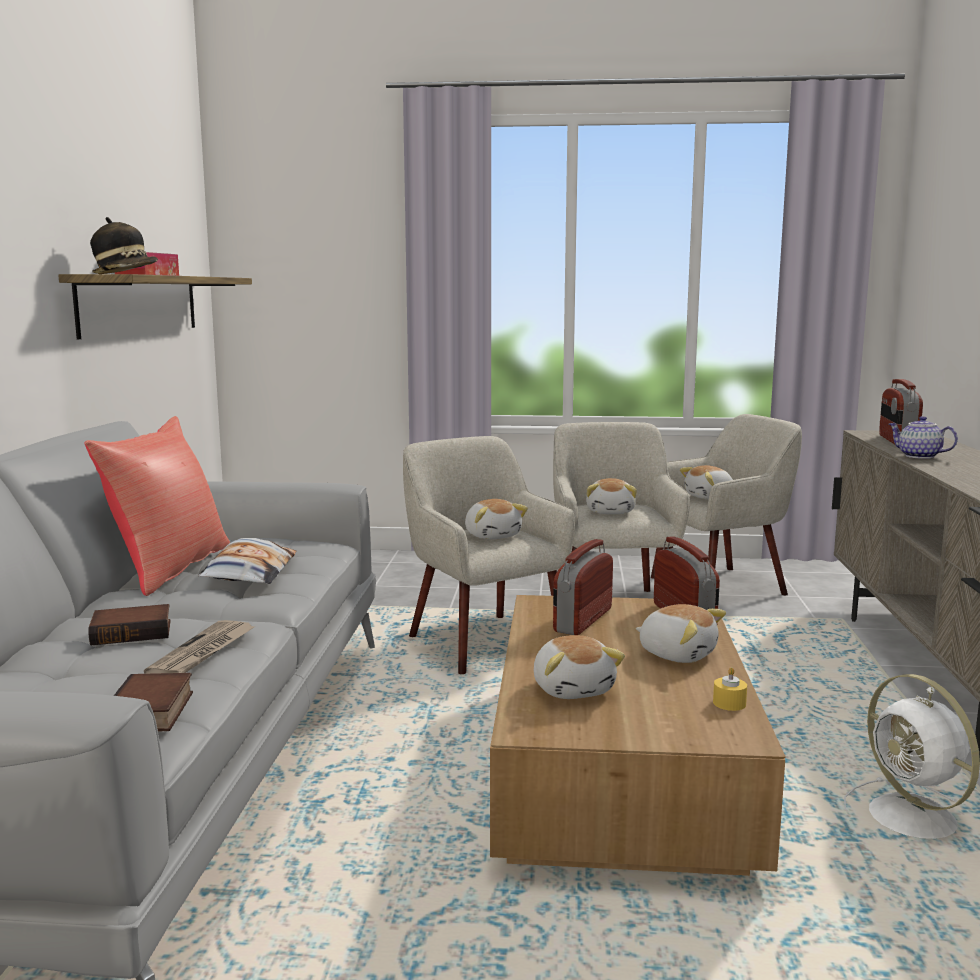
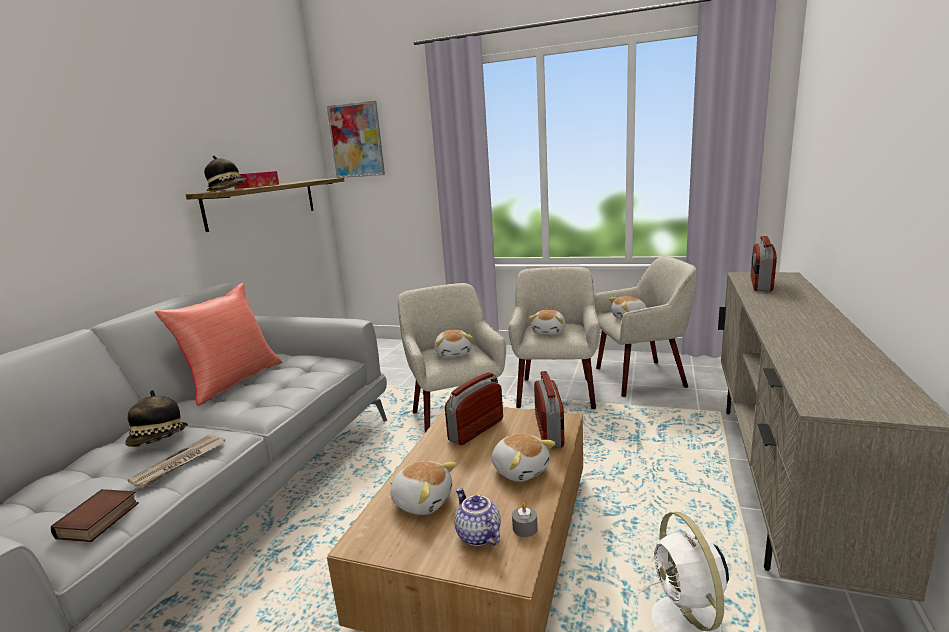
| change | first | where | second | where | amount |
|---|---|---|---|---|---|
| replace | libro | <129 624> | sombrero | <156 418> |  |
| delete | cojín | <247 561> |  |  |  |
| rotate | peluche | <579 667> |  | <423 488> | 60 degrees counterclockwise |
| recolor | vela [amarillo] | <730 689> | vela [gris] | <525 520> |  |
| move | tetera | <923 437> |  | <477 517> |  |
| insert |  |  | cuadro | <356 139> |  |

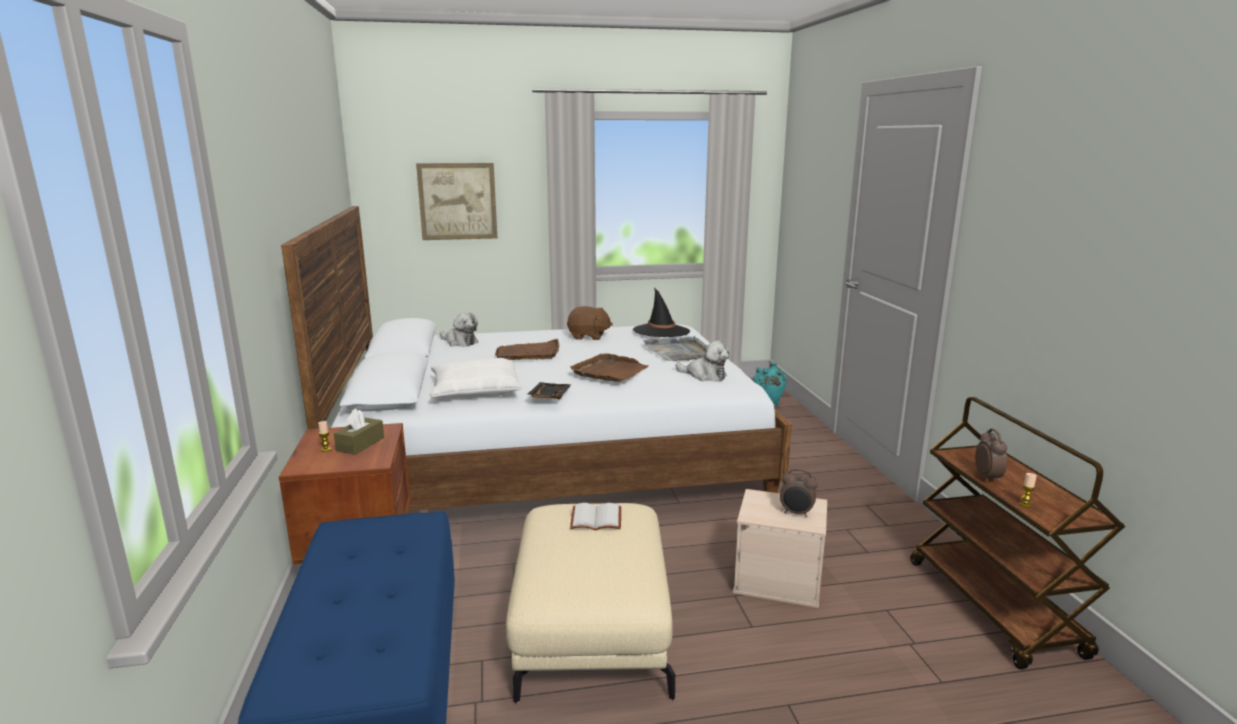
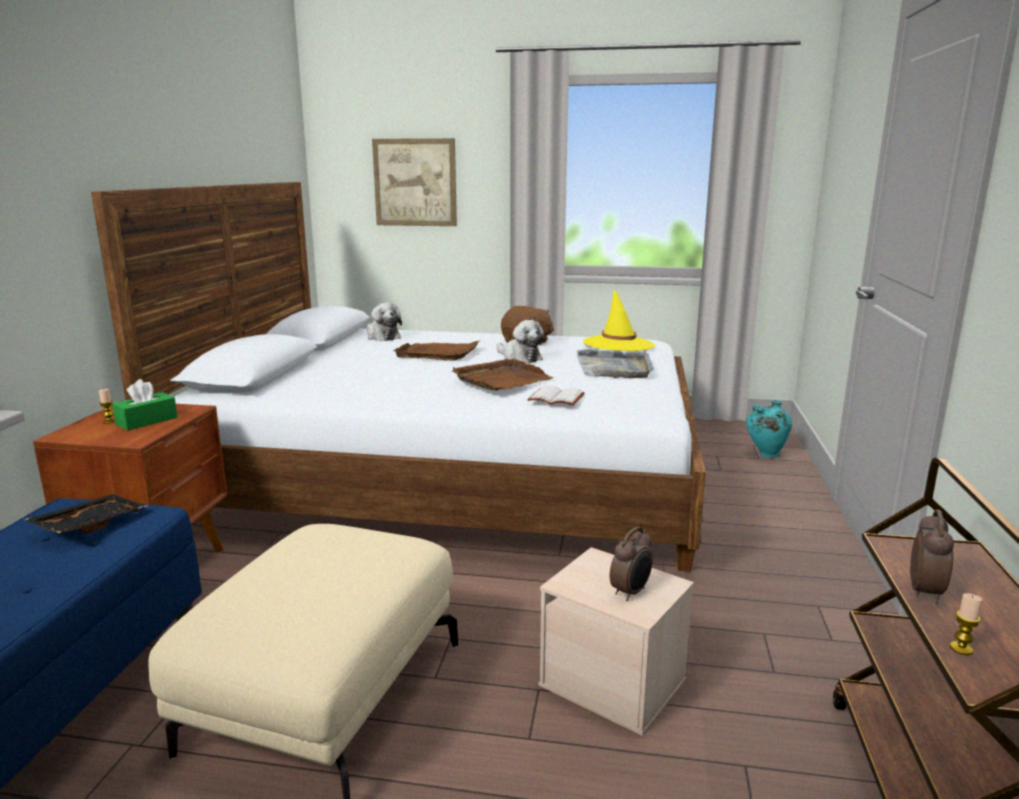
| change | first | where | second | where | amount |
|---|---|---|---|---|---|
| recolor | caja de pañuelos [marrón] | <359 431> | caja de pañuelos [verde] | <145 404> |  |
| delete | cojín [blanco] | <475 377> |  |  |  |
| move | bandeja [negro] | <549 391> |  | <85 514> |  |
| move | libro [blanco] | <595 516> |  | <556 395> |  |
| recolor | sombrero [negro] | <661 312> | sombrero [amarillo] | <619 320> |  |
| move | peluche | <702 360> |  | <520 341> |  |
| rotate | despertador | <799 493> |  | <631 564> | 90 degrees counterclockwise |

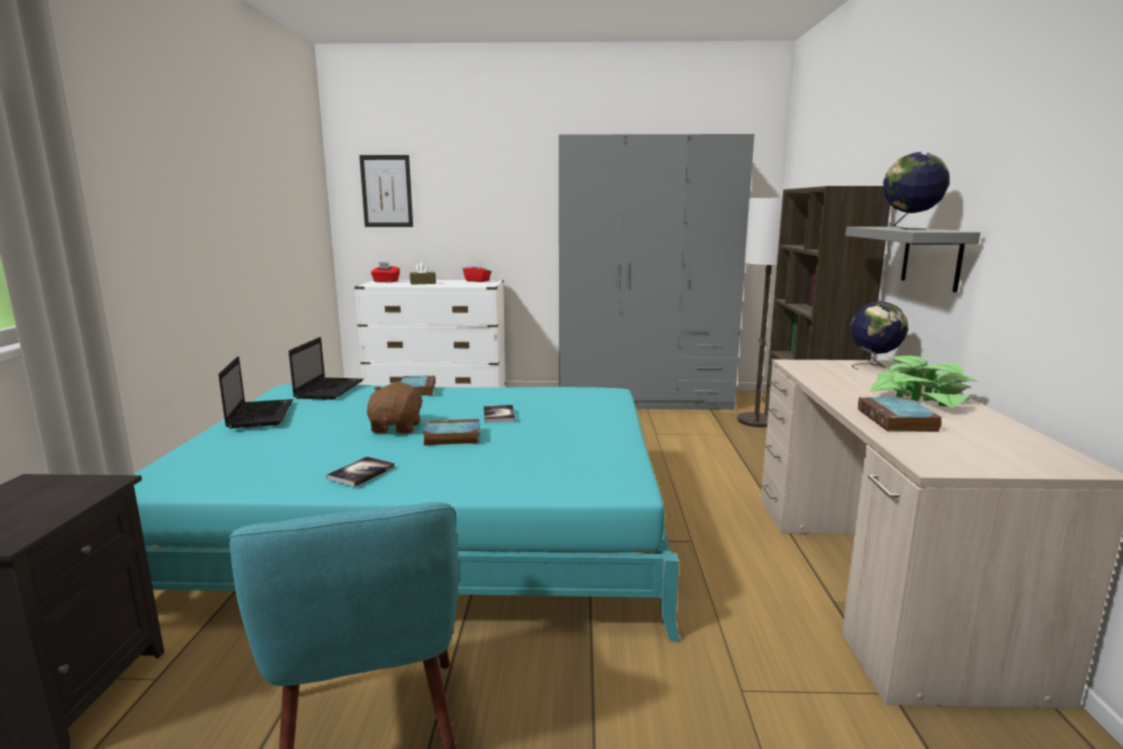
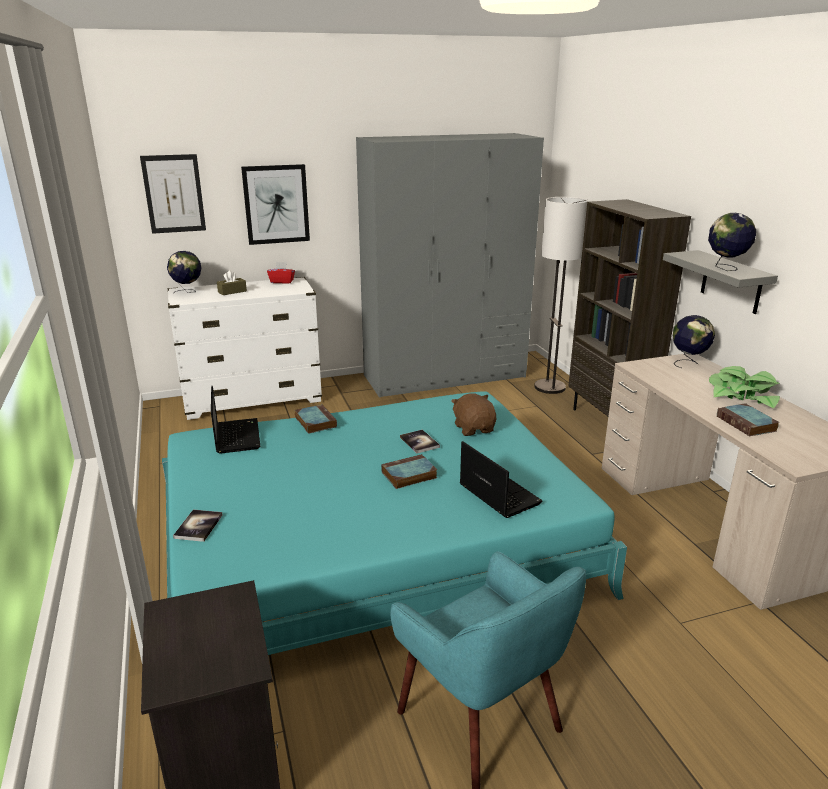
| change | first | where | second | where | amount |
|---|---|---|---|---|---|
| move | portátil | <255 392> |  | <501 479> |  |
| move | libro | <360 472> |  | <198 525> |  |
| move | peluche [marrón] | <395 408> |  | <473 414> |  |
| replace | caja de pañuelos [rojo] | <385 272> | globo terráqueo | <184 272> |  |
| insert |  |  | cuadro | <275 204> |  |

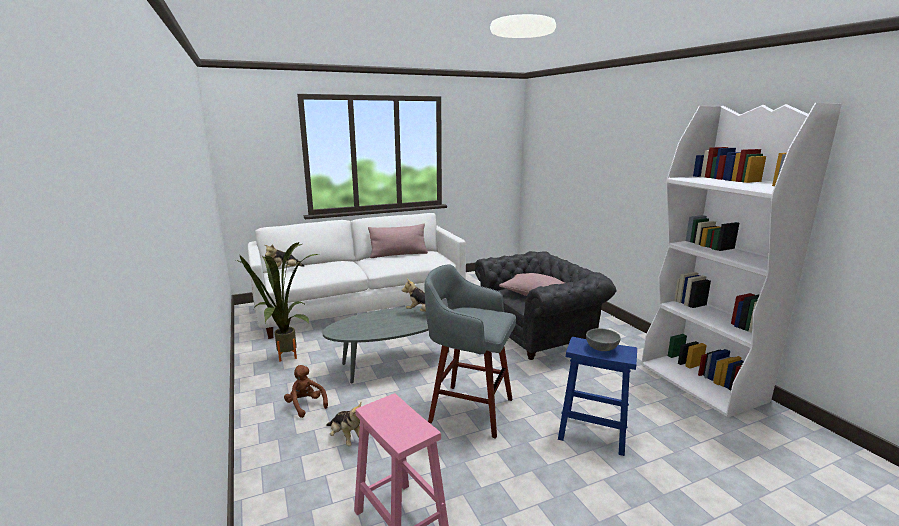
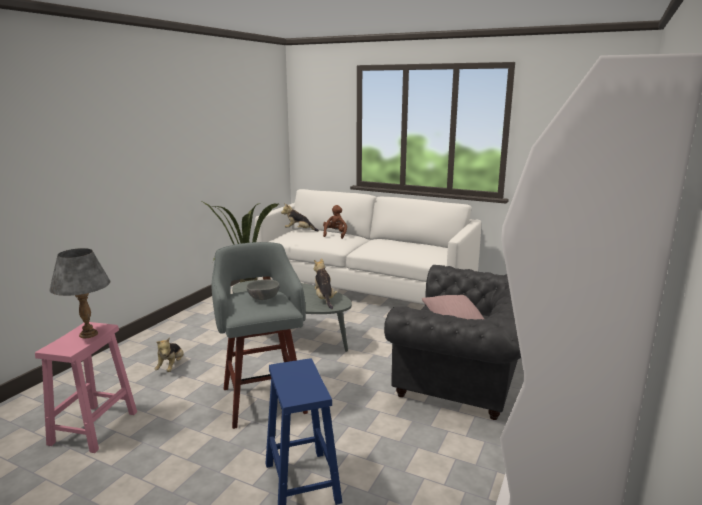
| change | first | where | second | where | amount |
|---|---|---|---|---|---|
| move | peluche [marrón] | <306 391> |  | <335 222> |  |
| delete | cojín [rosa] | <398 240> |  |  |  |
| move | cuenco [gris] | <603 339> |  | <262 290> |  |
| insert |  |  | lámpara de mesa [gris] | <80 293> |  |

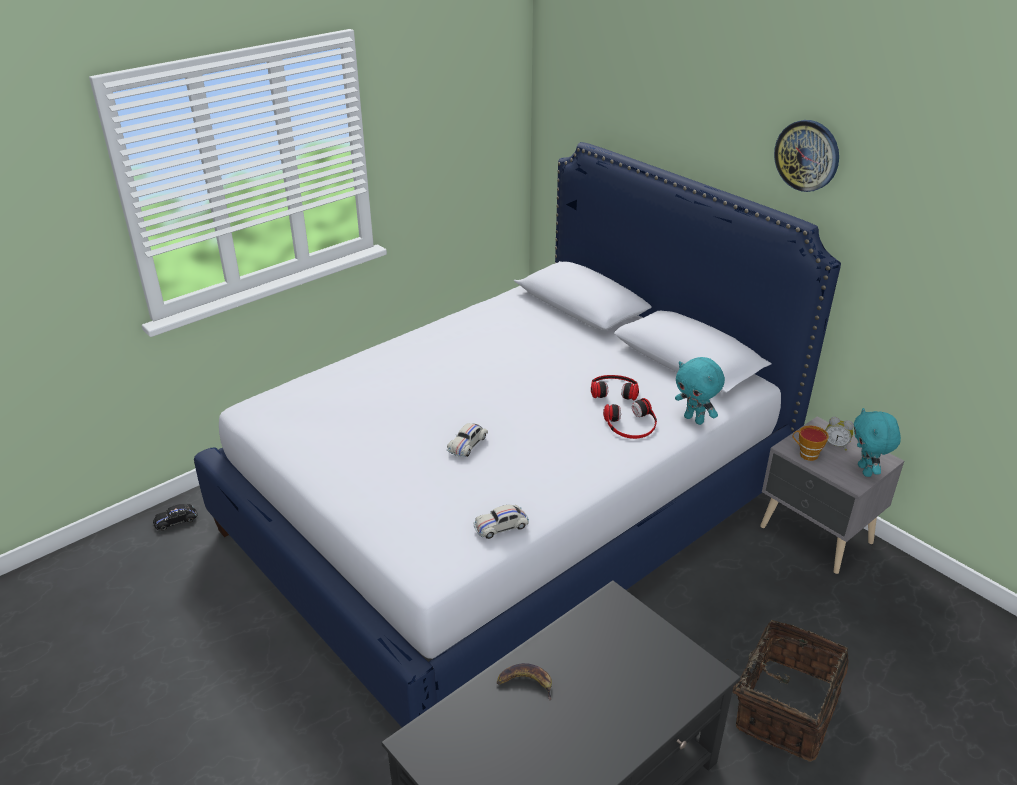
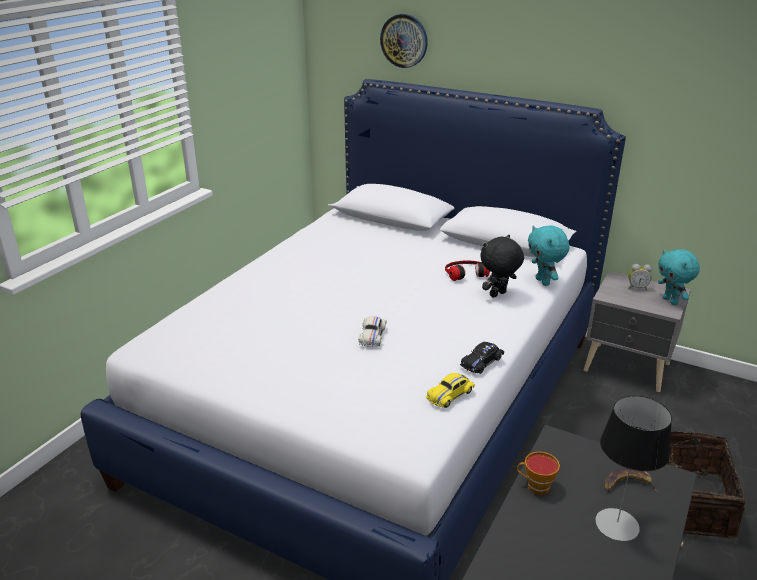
| change | first | where | second | where | amount |
|---|---|---|---|---|---|
| move | coche de juguete [negro] | <175 517> |  | <482 358> |  |
| recolor | coche de juguete [blanco] | <501 522> | coche de juguete [amarillo] | <450 390> |  |
| move | plátano | <524 682> |  | <632 479> |  |
| replace | auriculares | <630 418> | peluche [negro] | <502 266> |  |
| rotate | peluche [turquesa] | <700 391> |  | <549 255> | 45 degrees clockwise |
| move | reloj de pared | <806 156> |  | <404 41> |  |
| move | taza | <811 443> |  | <538 473> |  |
| insert |  |  | lámpara de mesa | <633 468> |  |

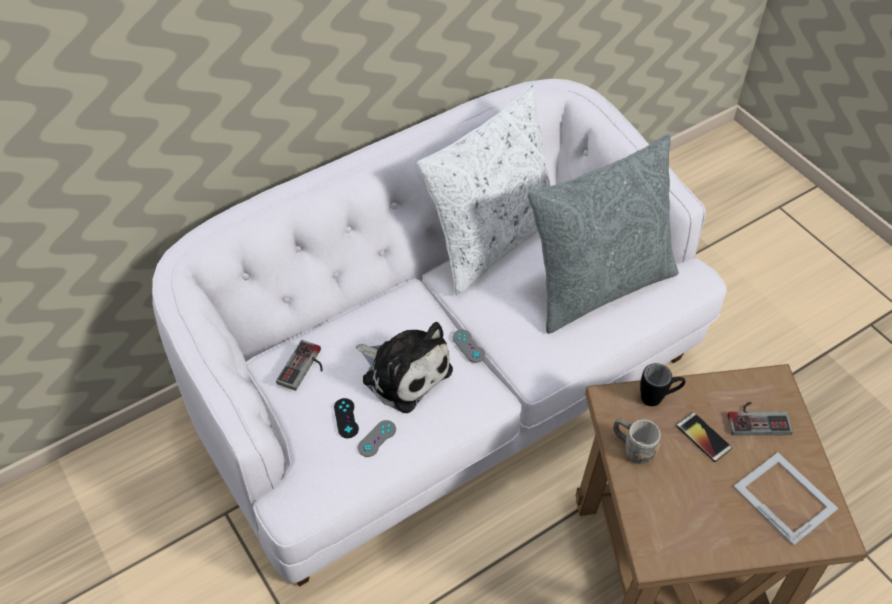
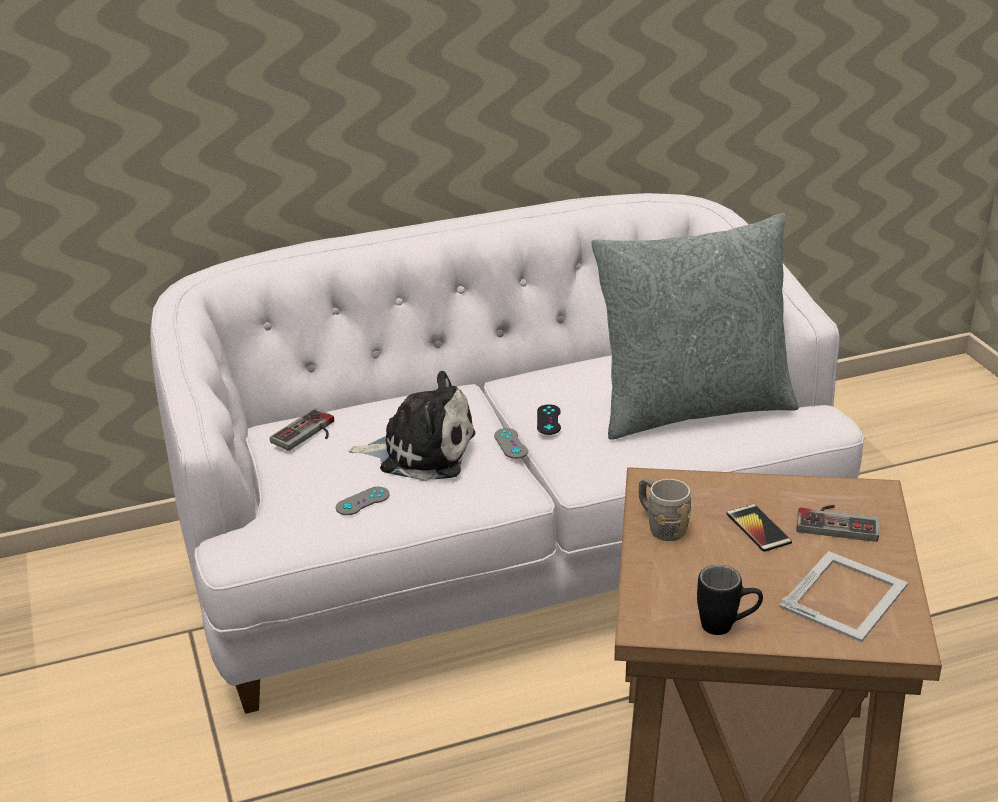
| change | first | where | second | where | amount |
|---|---|---|---|---|---|
| move | mando de consola [negro] | <346 418> |  | <549 419> |  |
| rotate | peluche | <404 367> |  | <411 426> | 45 degrees counterclockwise |
| delete | cojín [blanco] | <484 190> |  |  |  |
| move | taza grande [negro] | <662 384> |  | <730 600> |  |
| rotate | portarretratos | <785 499> |  | <844 596> | 60 degrees clockwise |

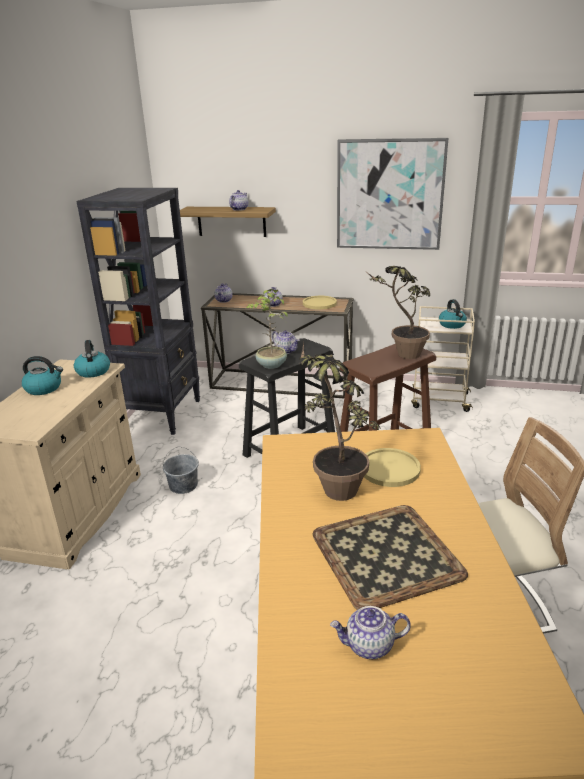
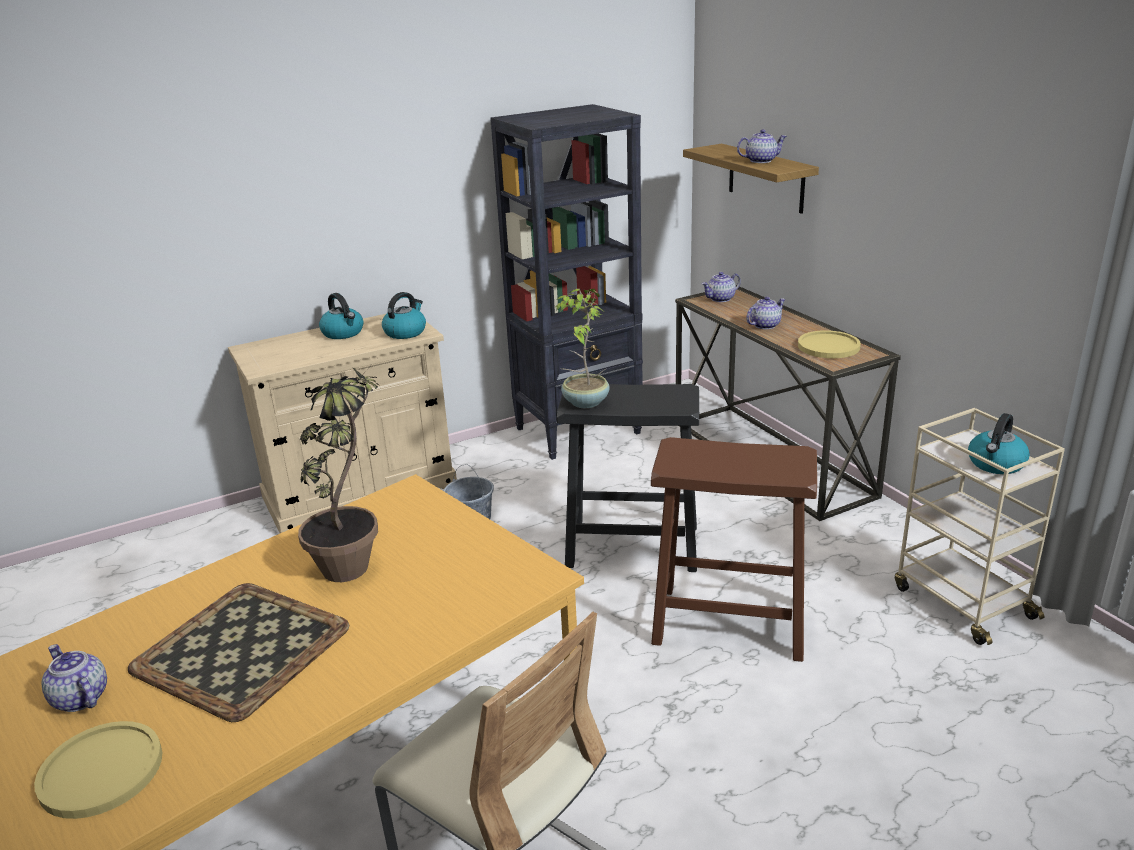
| change | first | where | second | where | amount |
|---|---|---|---|---|---|
| delete | tetera | <286 342> |  |  |  |
| delete | cuadro | <392 194> |  |  |  |
| move | plato [amarillo] | <392 467> |  | <98 770> |  |
| delete | planta en maceta | <399 312> |  |  |  |

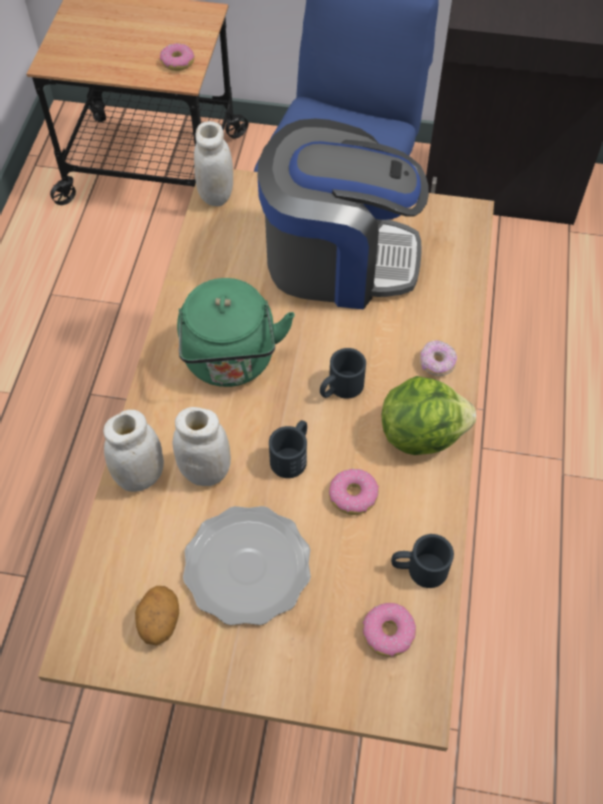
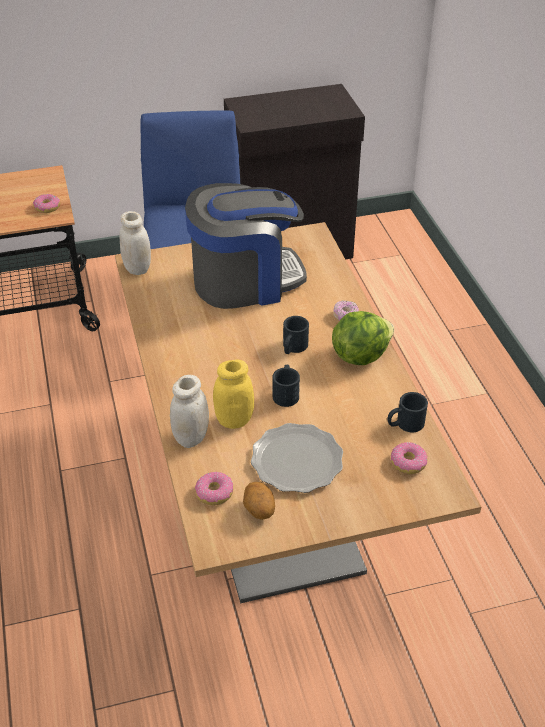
| change | first | where | second | where | amount |
|---|---|---|---|---|---|
| recolor | tarro [blanco] | <202 446> | tarro [amarillo] | <233 394> |  |
| delete | hervidor [verde] | <236 332> |  |  |  |
| move | rosquilla | <354 491> |  | <214 488> |  |

